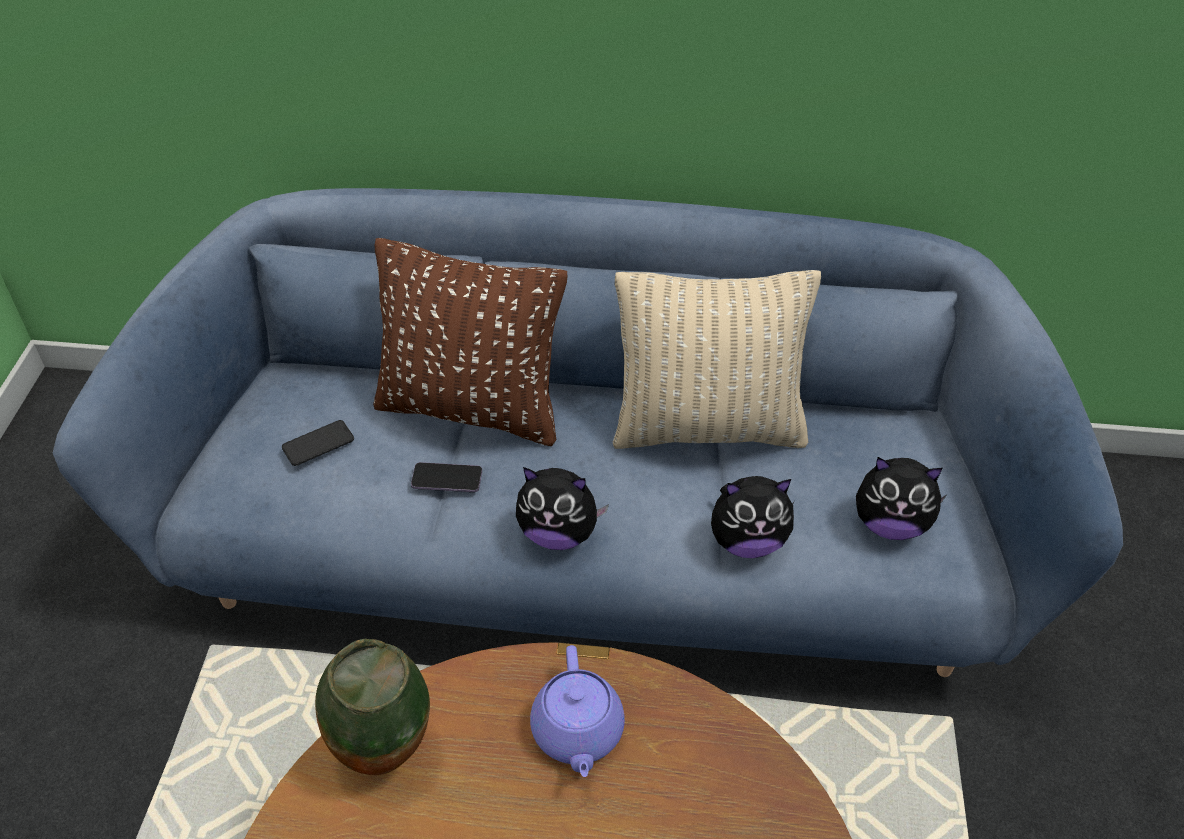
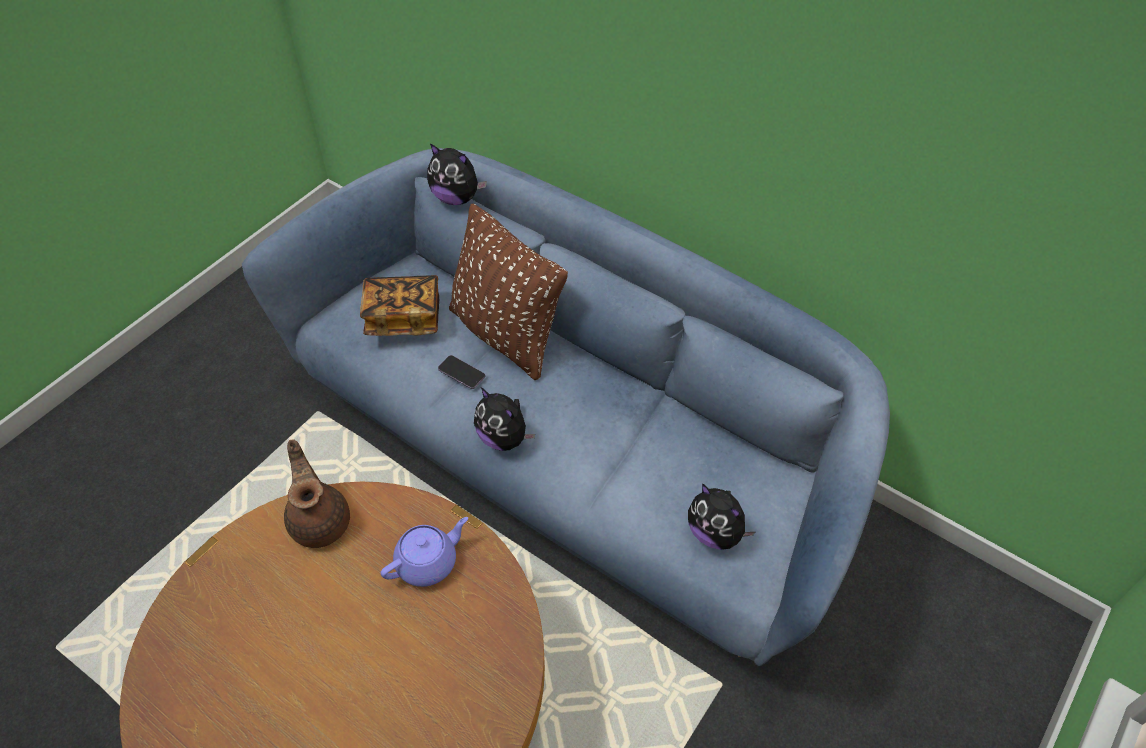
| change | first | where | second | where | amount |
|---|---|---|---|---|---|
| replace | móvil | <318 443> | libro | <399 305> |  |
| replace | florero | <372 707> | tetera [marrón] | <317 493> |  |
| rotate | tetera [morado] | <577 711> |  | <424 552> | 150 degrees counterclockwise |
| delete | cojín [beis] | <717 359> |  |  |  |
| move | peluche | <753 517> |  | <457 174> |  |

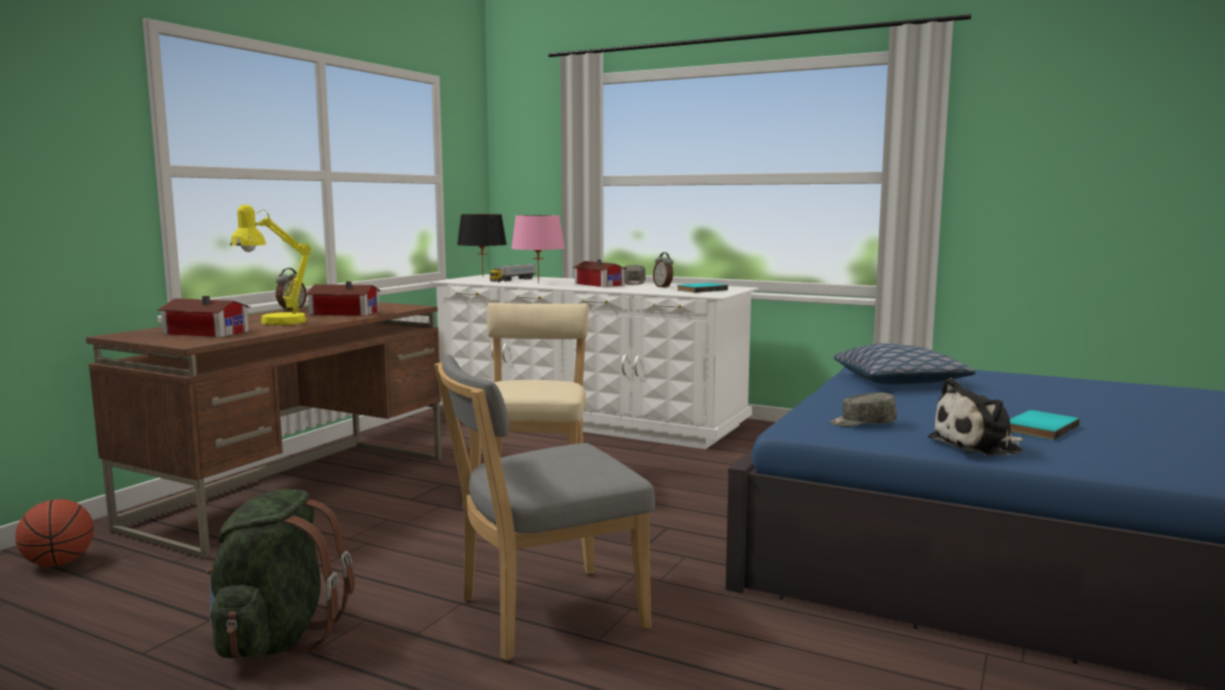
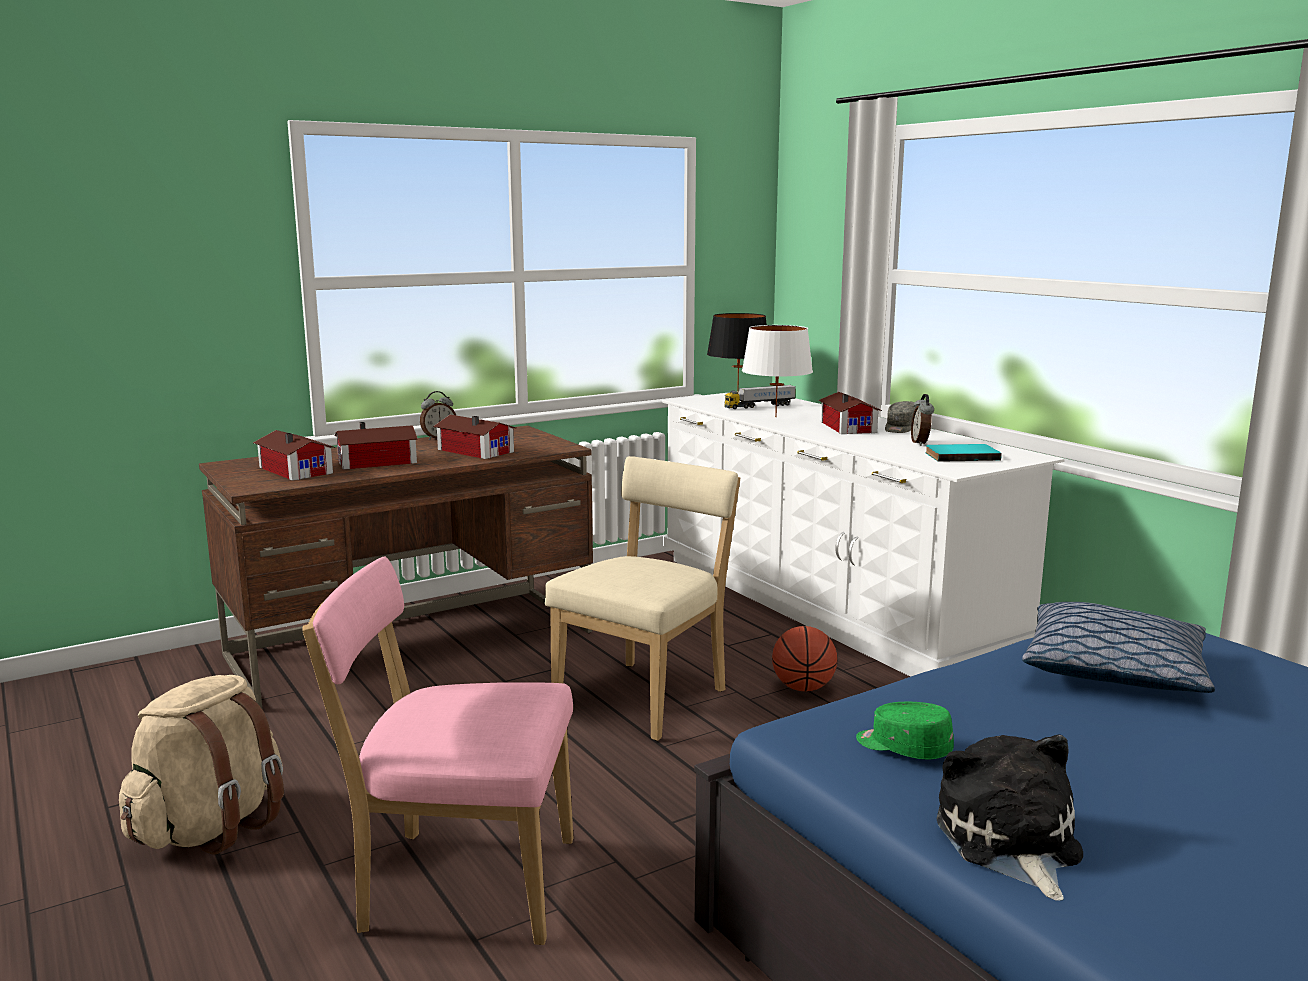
| change | first | where | second | where | amount |
|---|---|---|---|---|---|
| move | balón de baloncesto | <54 533> |  | <804 659> |  |
| recolor | mochila [verde] | <280 574> | mochila [beis] | <201 765> |  |
| replace | lámpara de mesa [amarillo] | <271 264> | casita | <376 446> |  |
| recolor | silla [gris] | <544 507> | silla [rosa] | <437 750> |  |
| recolor | lámpara de mesa [rosa] | <538 249> | lámpara de mesa [blanco] | <777 371> |  |
| recolor | gorra [gris] | <863 410> | gorra [verde] | <905 730> |  |
| rotate | peluche | <975 417> |  | <1010 817> | 75 degrees clockwise |
| delete | libro [turquesa] | <1045 425> |  |  |  |

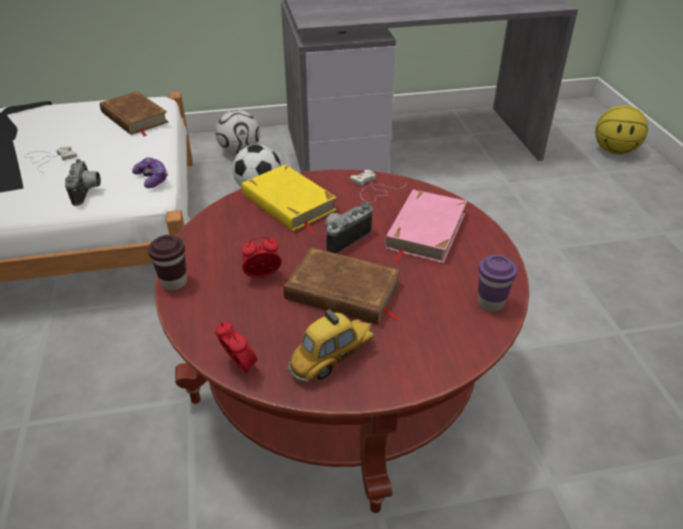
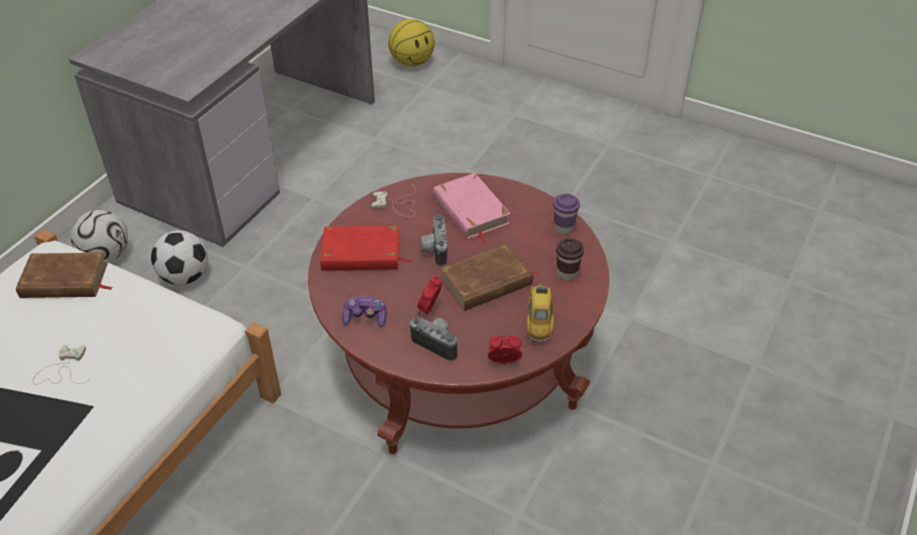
| change | first | where | second | where | amount |
|---|---|---|---|---|---|
| move | cámara | <83 182> |  | <434 339> |  |
| move | mando de consola | <150 172> |  | <364 311> |  |
| move | taza [marrón] | <167 263> |  | <570 259> |  |
| recolor | libro [amarillo] | <289 199> | libro [rojo] | <366 248> |  |

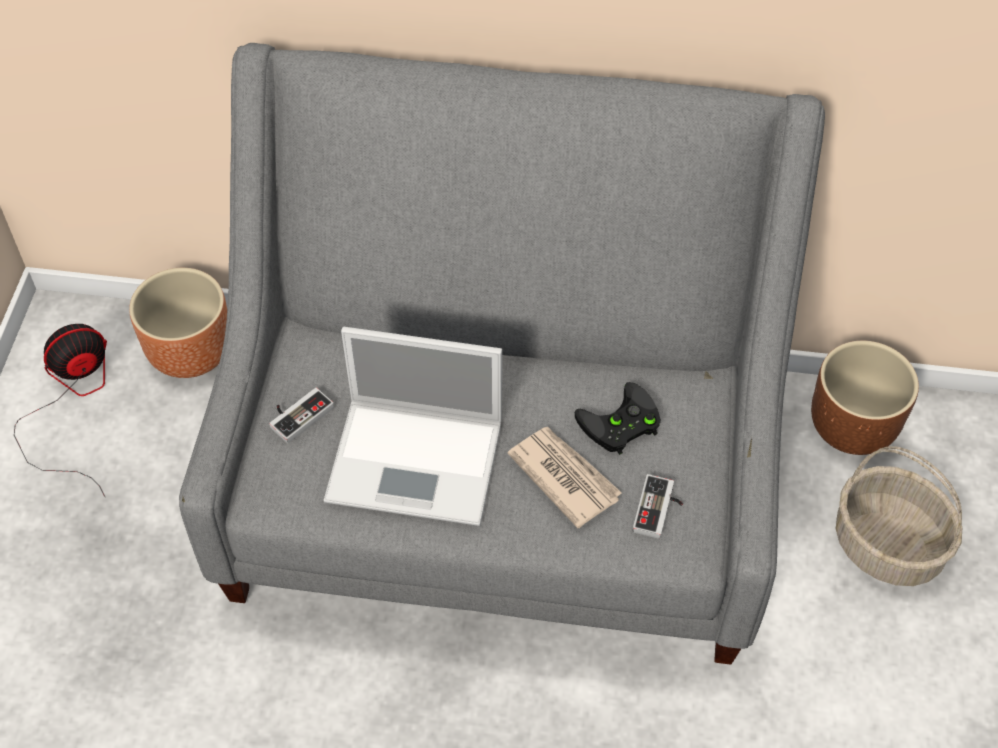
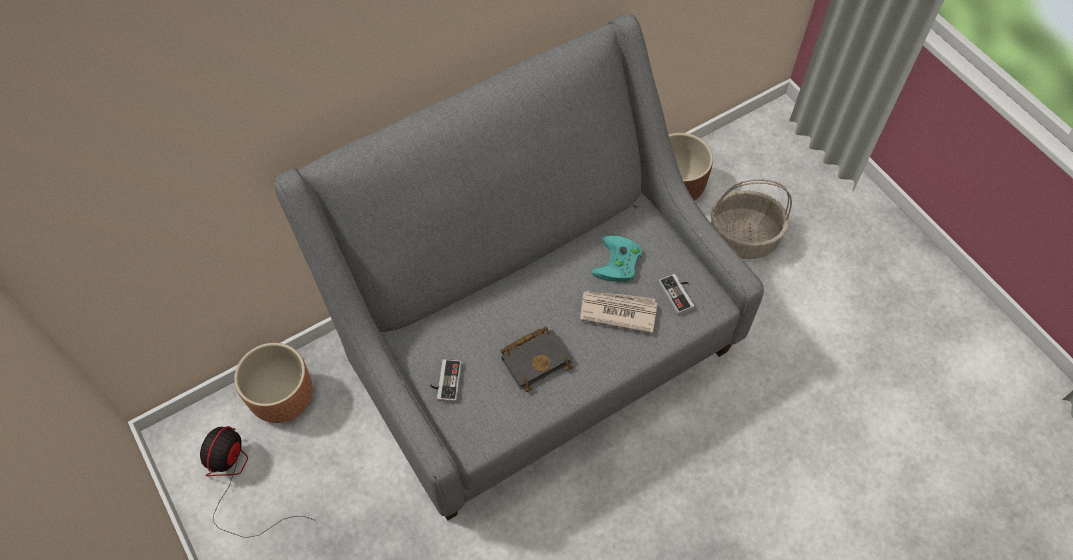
| change | first | where | second | where | amount |
|---|---|---|---|---|---|
| replace | portátil | <413 426> | libro [negro] | <536 359> |  |
| recolor | mando de consola [negro] | <618 418> | mando de consola [turquesa] | <617 258> |  |

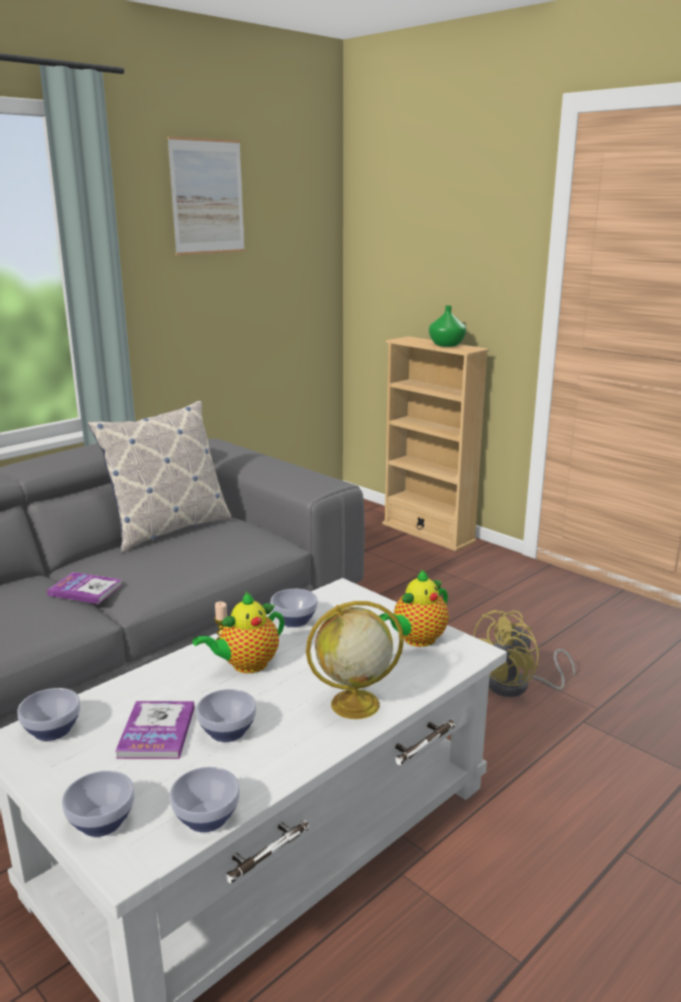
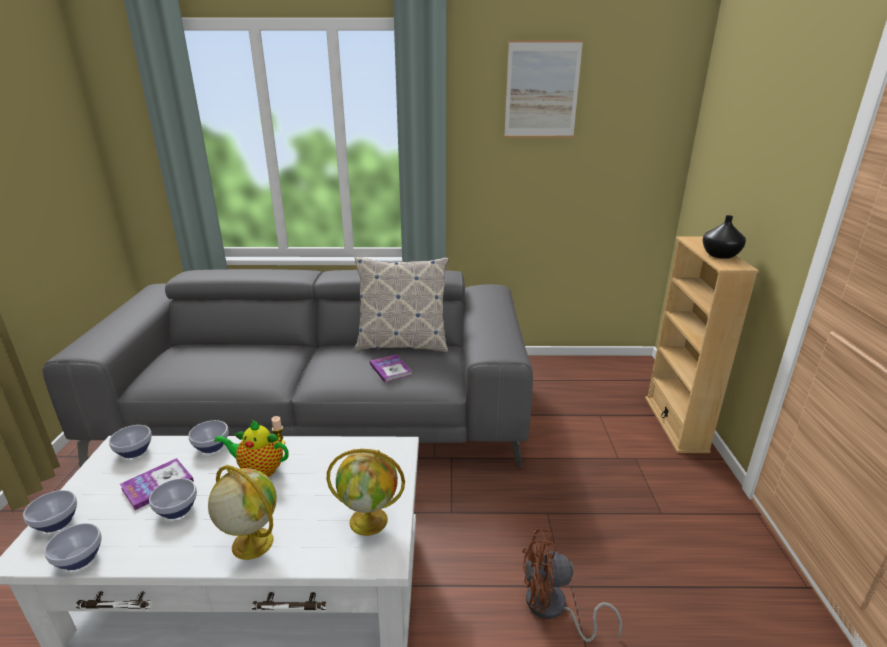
| change | first | where | second | where | amount |
|---|---|---|---|---|---|
| move | libro | <84 588> |  | <391 368> |  |
| move | cuenco | <294 608> |  | <208 436> |  |
| replace | tetera | <414 608> | globo terráqueo | <366 492> |  |
| recolor | florero [verde] | <447 326> | florero [negro] | <724 237> |  |
| recolor | ventilador [amarillo] | <524 653> | ventilador [marrón] | <572 585> |  |

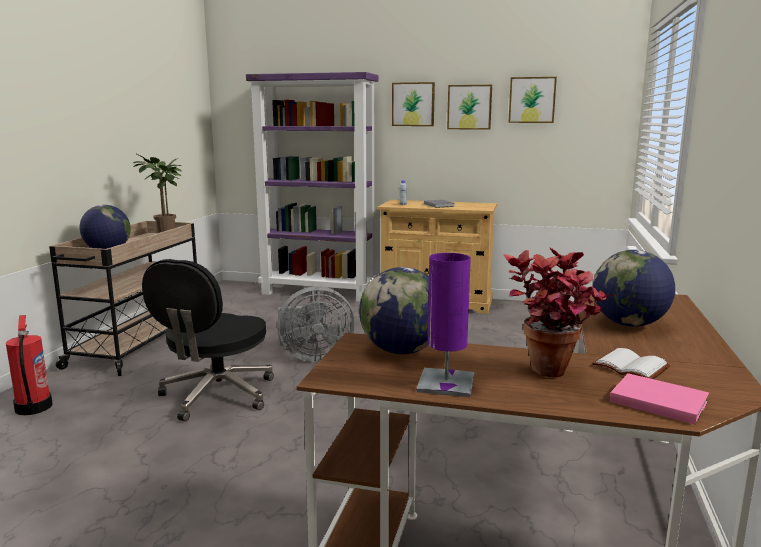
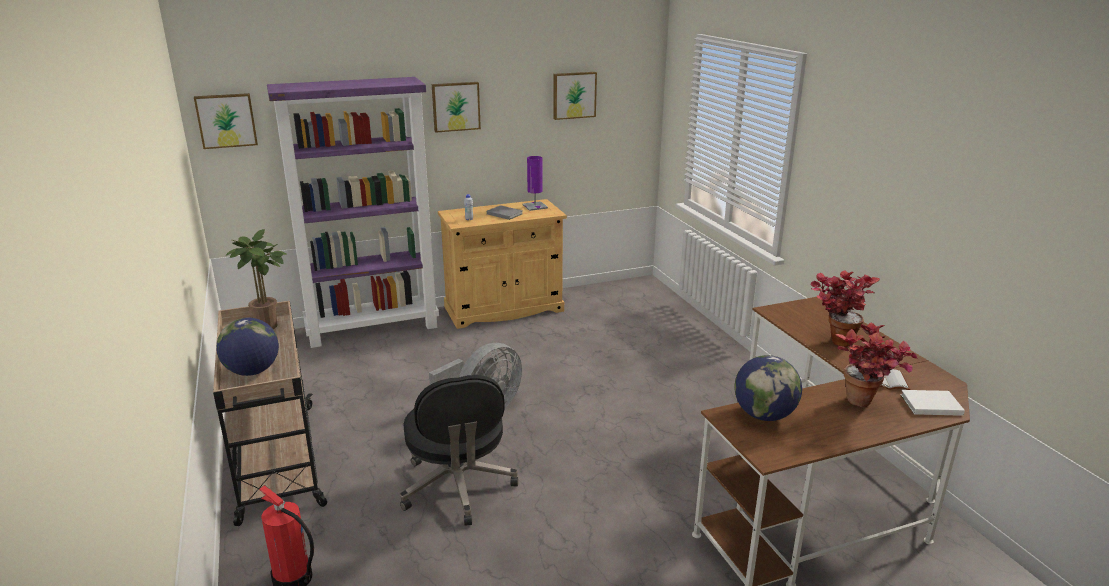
| change | first | where | second | where | amount |
|---|---|---|---|---|---|
| move | lámpara de mesa [morado] | <445 325> |  | <535 183> |  |
| move | cuadro | <469 107> |  | <226 121> |  |
| replace | globo terráqueo | <634 288> | planta en maceta | <845 308> |  |
| recolor | libro [rosa] | <659 399> | libro [blanco] | <933 403> |  |

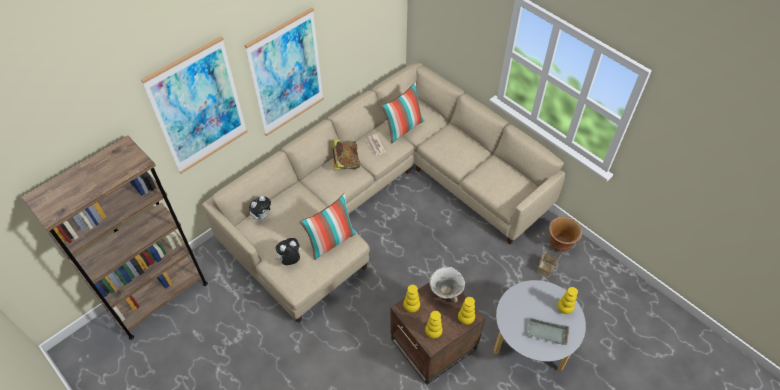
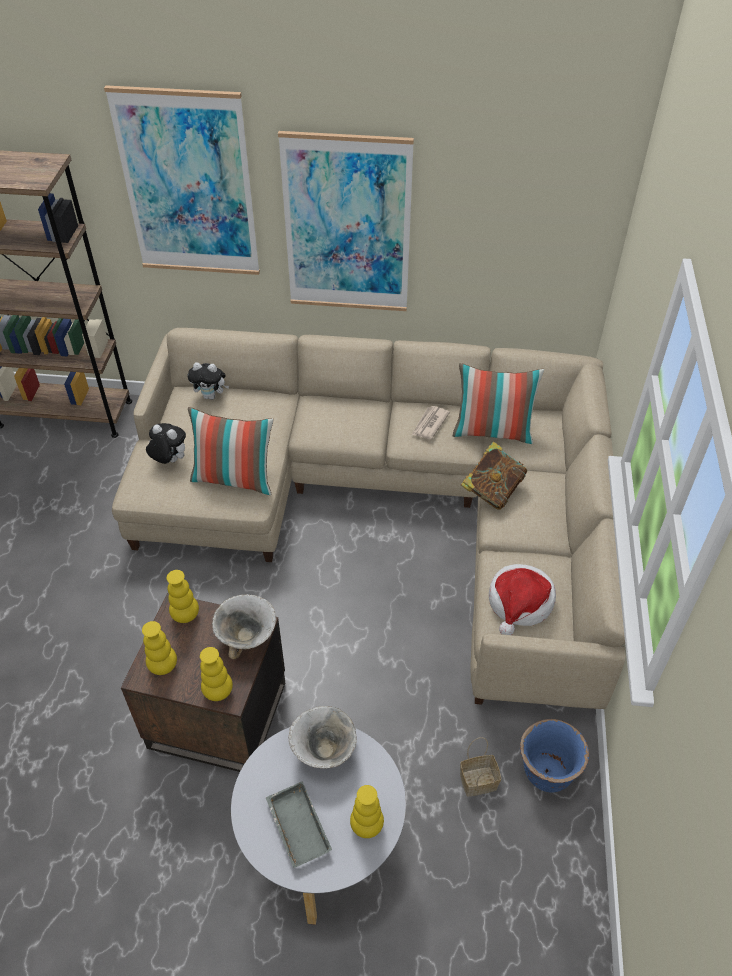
| change | first | where | second | where | amount |
|---|---|---|---|---|---|
| move | libro | <345 154> |  | <494 476> |  |
| recolor | maceta [marrón] | <565 234> | maceta [azul] | <554 755> |  |
| insert |  |  | cuenco | <322 737> |  |
| insert |  |  | sombrero | <522 599> |  |

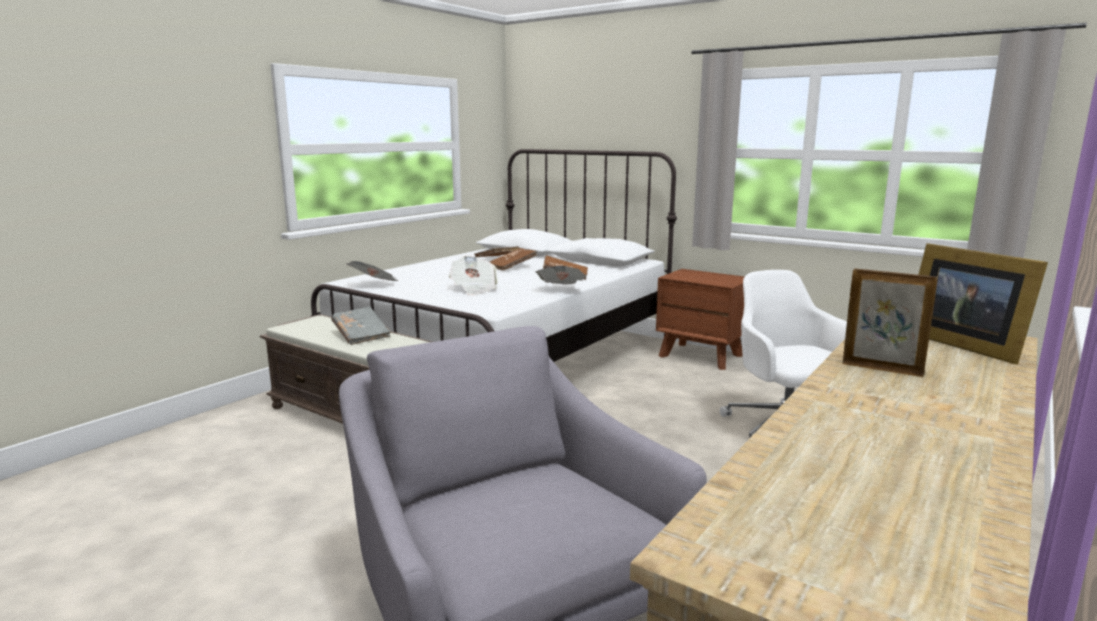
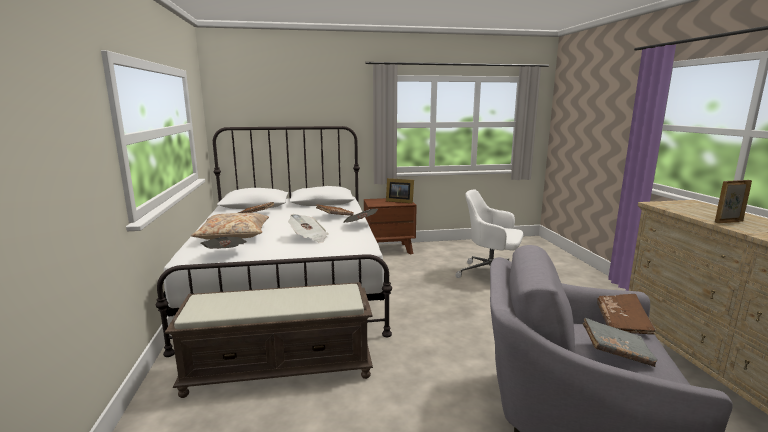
| change | first | where | second | where | amount |
|---|---|---|---|---|---|
| move | libro [gris] | <361 325> |  | <620 342> |  |
| move | libro [marrón] | <513 259> |  | <626 314> |  |
| move | portarretratos | <983 303> |  | <400 190> |  |
| insert |  |  | cojín [beis] | <230 226> |  |

